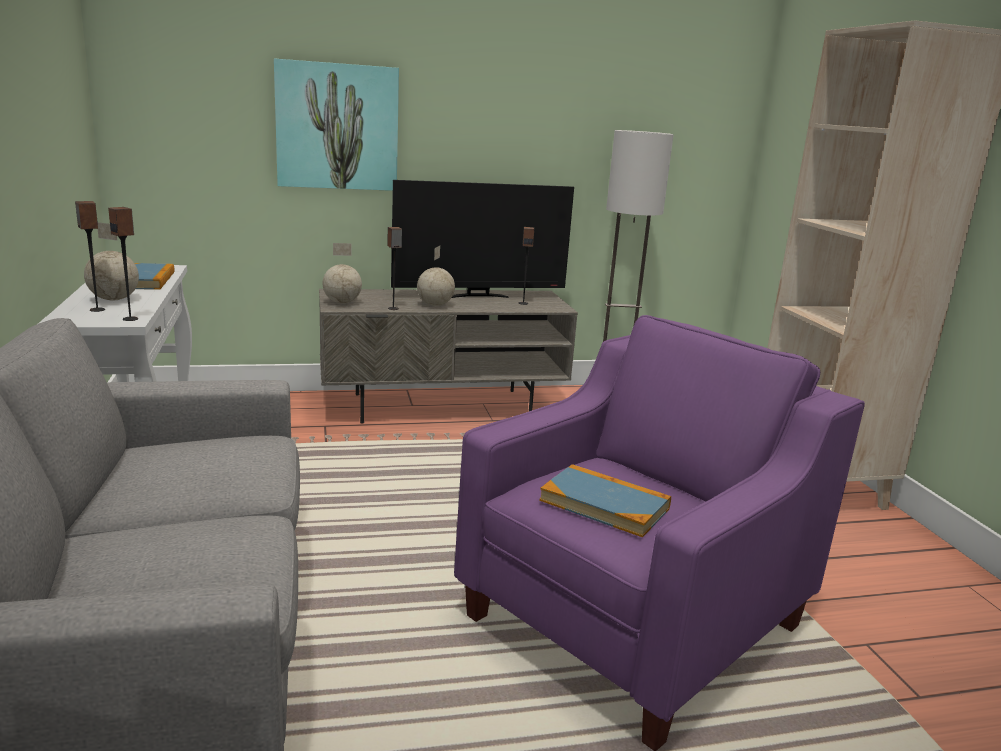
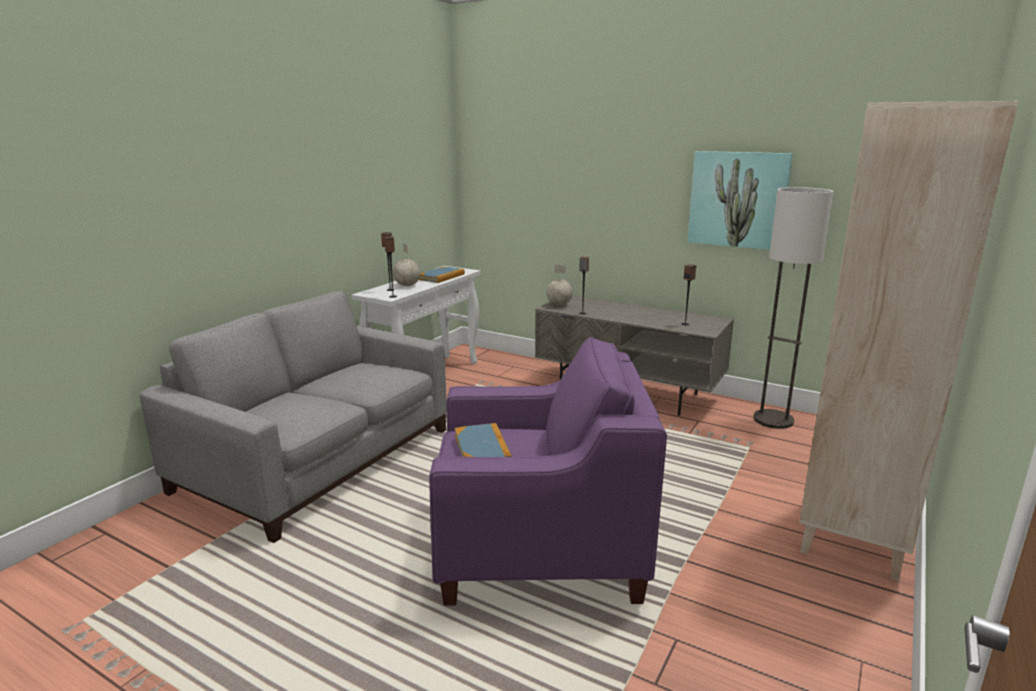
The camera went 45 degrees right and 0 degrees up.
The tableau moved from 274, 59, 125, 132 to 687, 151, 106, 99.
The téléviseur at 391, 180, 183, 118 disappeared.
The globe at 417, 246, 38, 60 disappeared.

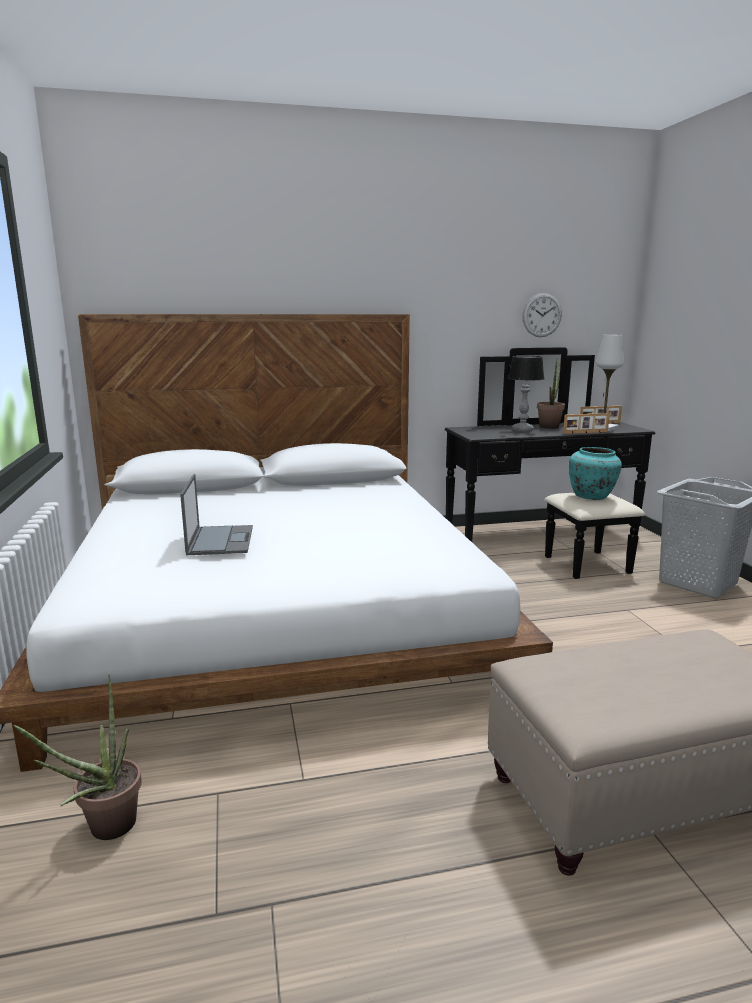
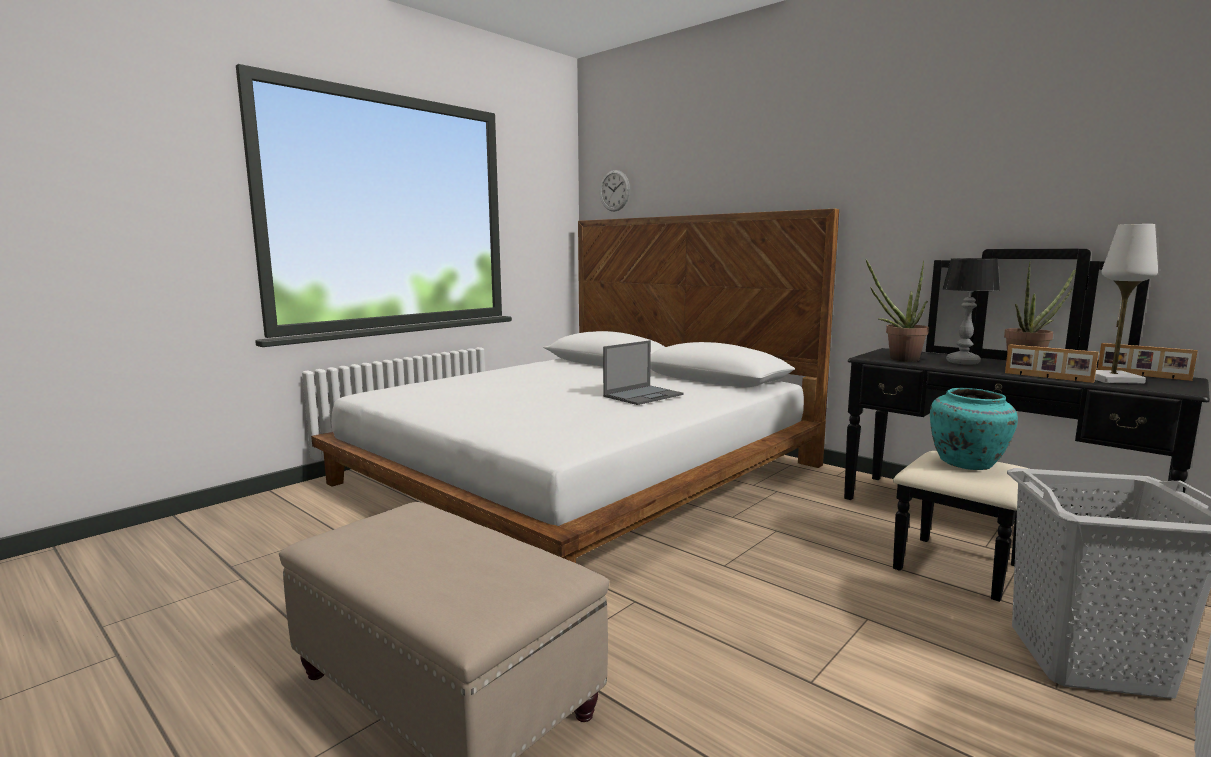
The camera went 55 degrees right and 5 degrees down.
The plante en pot moved from 13, 675, 129, 165 to 866, 259, 63, 103.
The ordinateur portable moved from 180, 474, 73, 81 to 603, 340, 80, 65.
The horloge murale moved from 522, 293, 40, 44 to 600, 170, 30, 42.

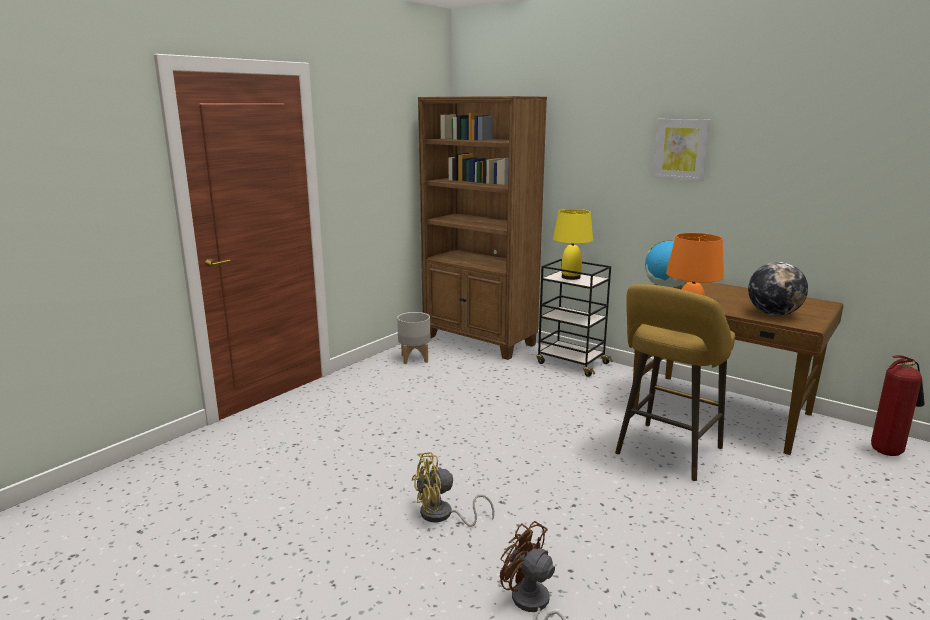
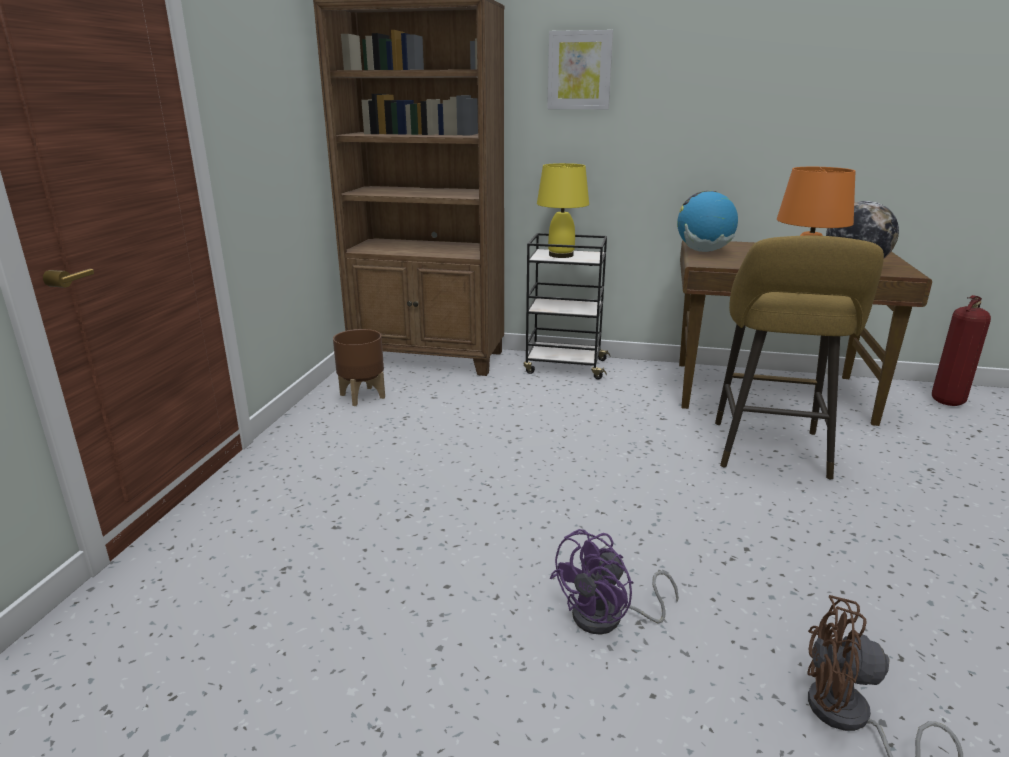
The camera went 25 degrees left and 5 degrees up.
The cache-pot/gris at 397, 312, 33, 52 became the cache-pot/marron at 333, 329, 52, 77.
The ventilateur/jaune at 412, 452, 82, 75 became the ventilateur/violet at 550, 529, 129, 106.
The tableau moved from 653, 119, 57, 62 to 547, 30, 66, 79.

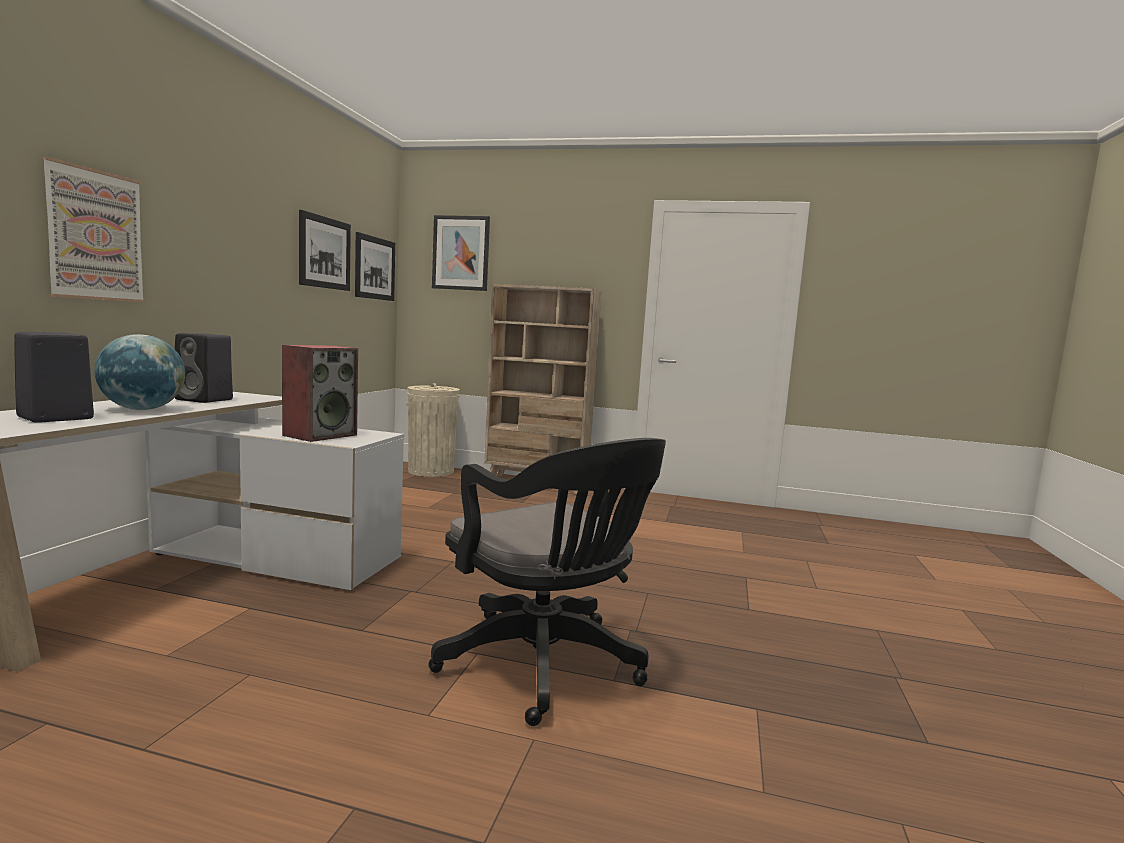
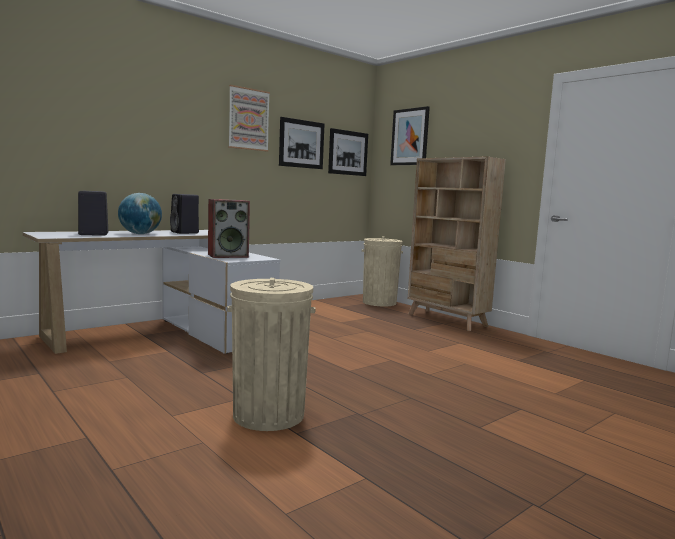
The camera went 35 degrees right and 0 degrees up.
The tableau moved from 42, 156, 103, 146 to 228, 85, 42, 66.
The chaise de bureau/noir at 428, 438, 238, 288 was replaced by the poubelle/beige at 227, 278, 88, 153.

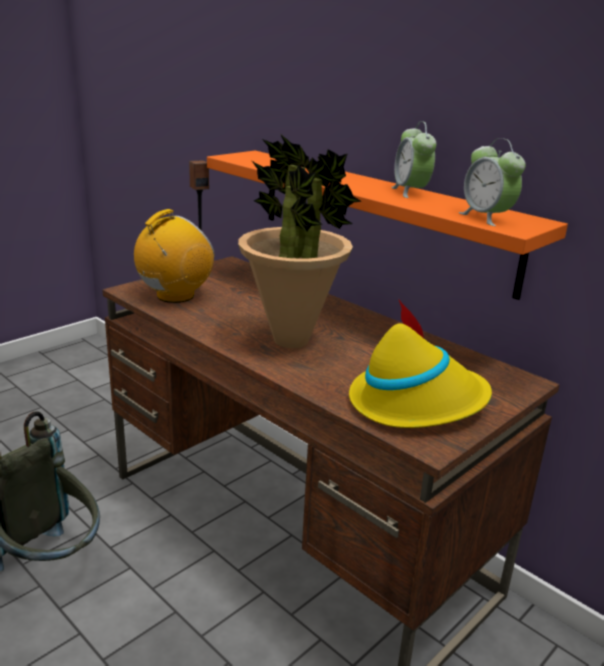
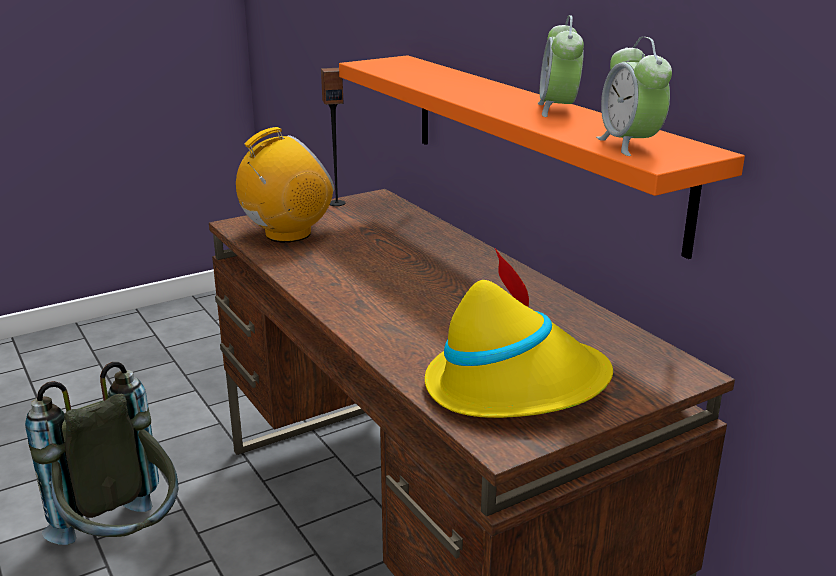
The camera went 15 degrees right and 0 degrees up.
The plante en pot at 238, 135, 124, 213 disappeared.

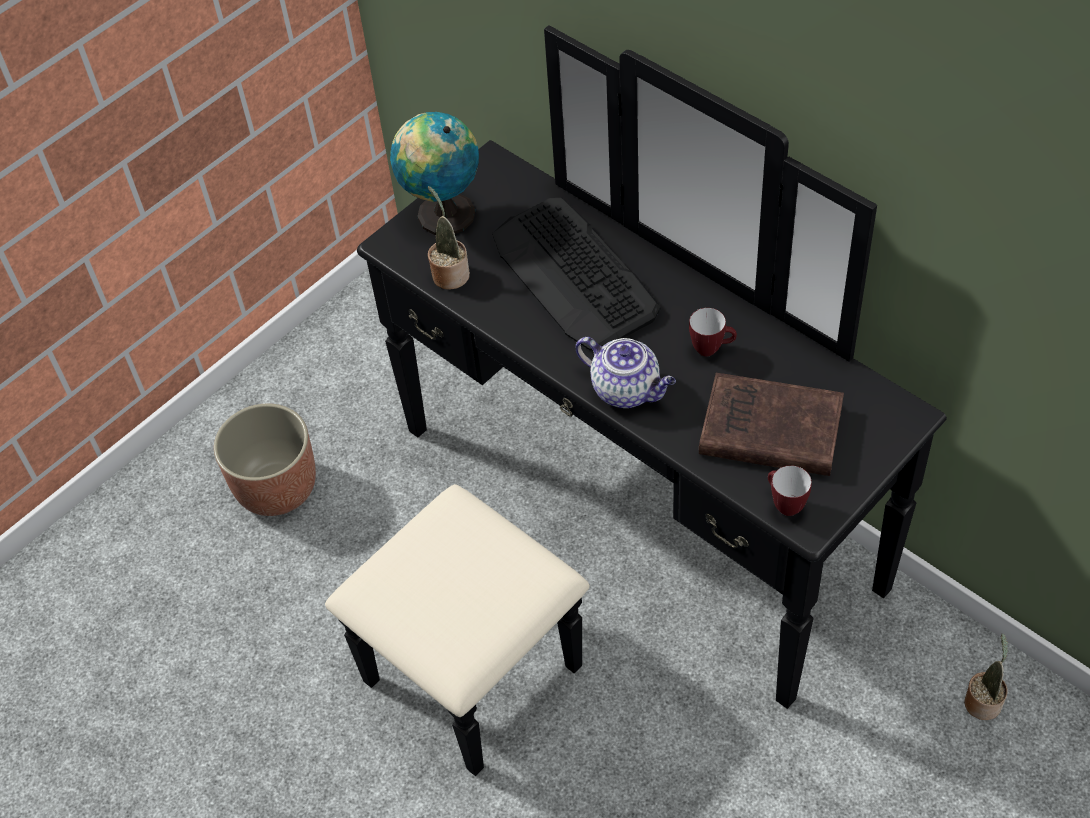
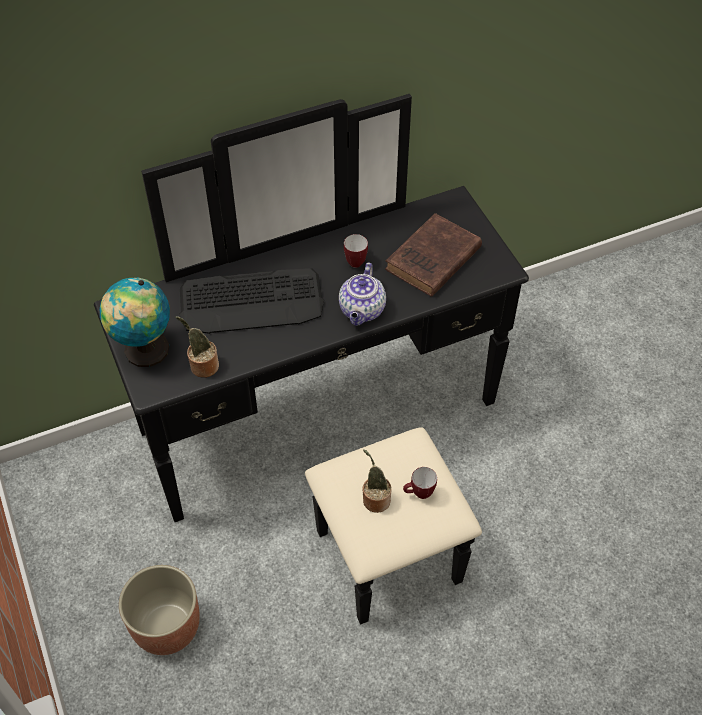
The camera went 70 degrees left and 0 degrees up.
The théière at 576, 337, 100, 71 turned 135 degrees clockwise.
The mug moved from 768, 465, 44, 51 to 403, 467, 34, 32.
The plante en pot moved from 964, 634, 44, 86 to 362, 449, 30, 64.

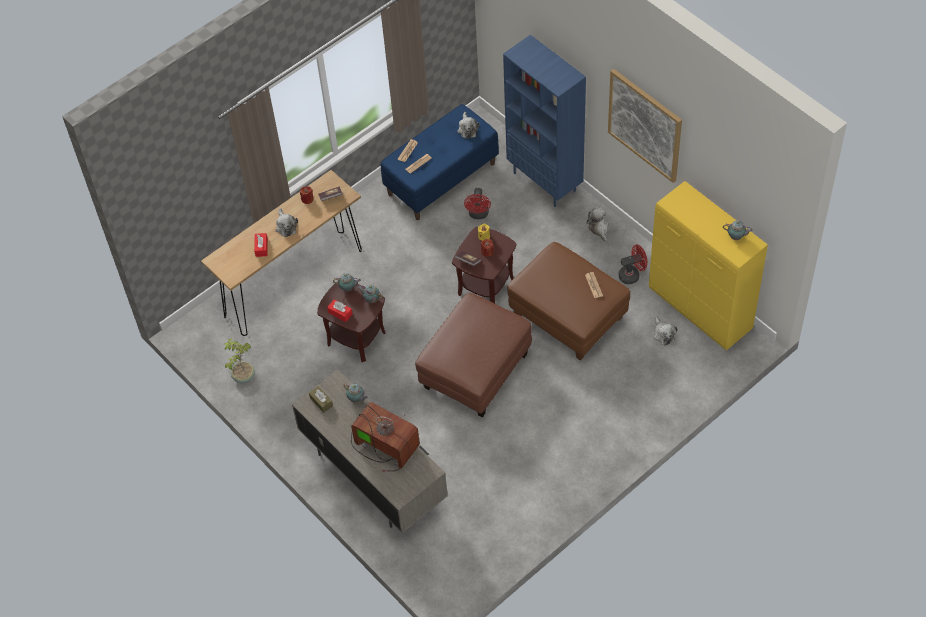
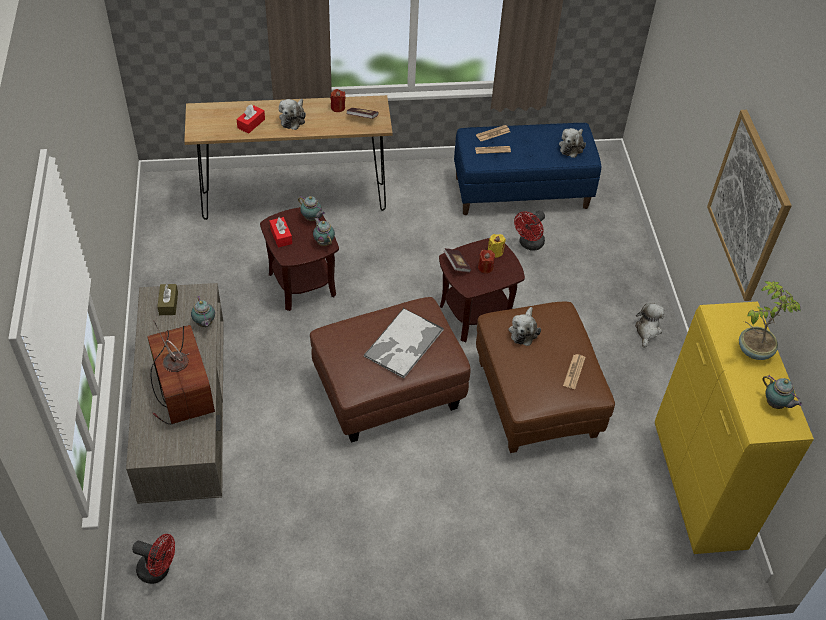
The camera went 30 degrees right and 5 degrees down.
The plante en pot moved from 224, 338, 31, 45 to 739, 281, 61, 79.
The bibliothèque/bleu at 503, 35, 83, 172 disappeared.
The ventilateur/rouge moved from 618, 245, 29, 39 to 132, 534, 43, 50.
The peluche moved from 654, 316, 23, 29 to 509, 307, 32, 39.
The plateau at 363, 308, 81, 71 appeared.

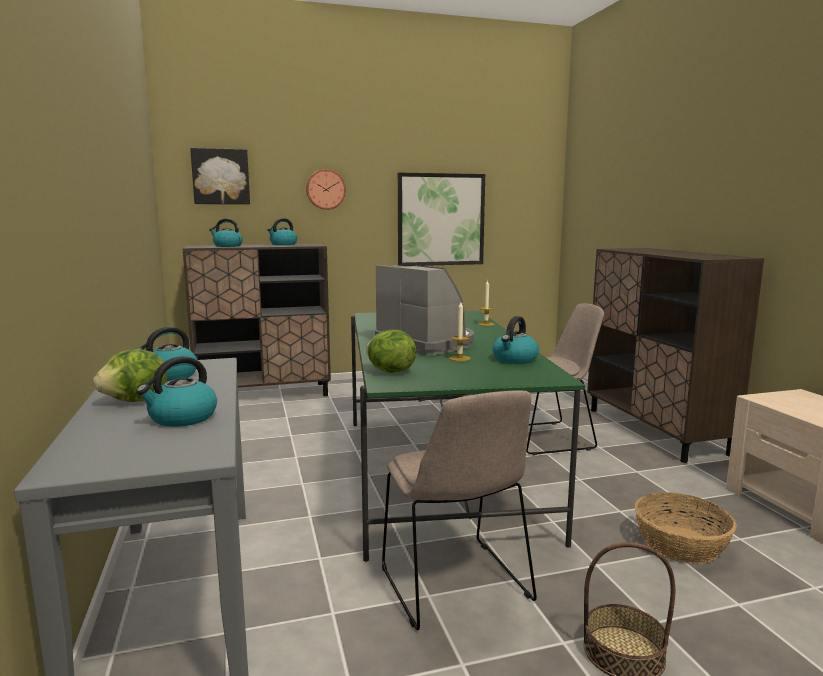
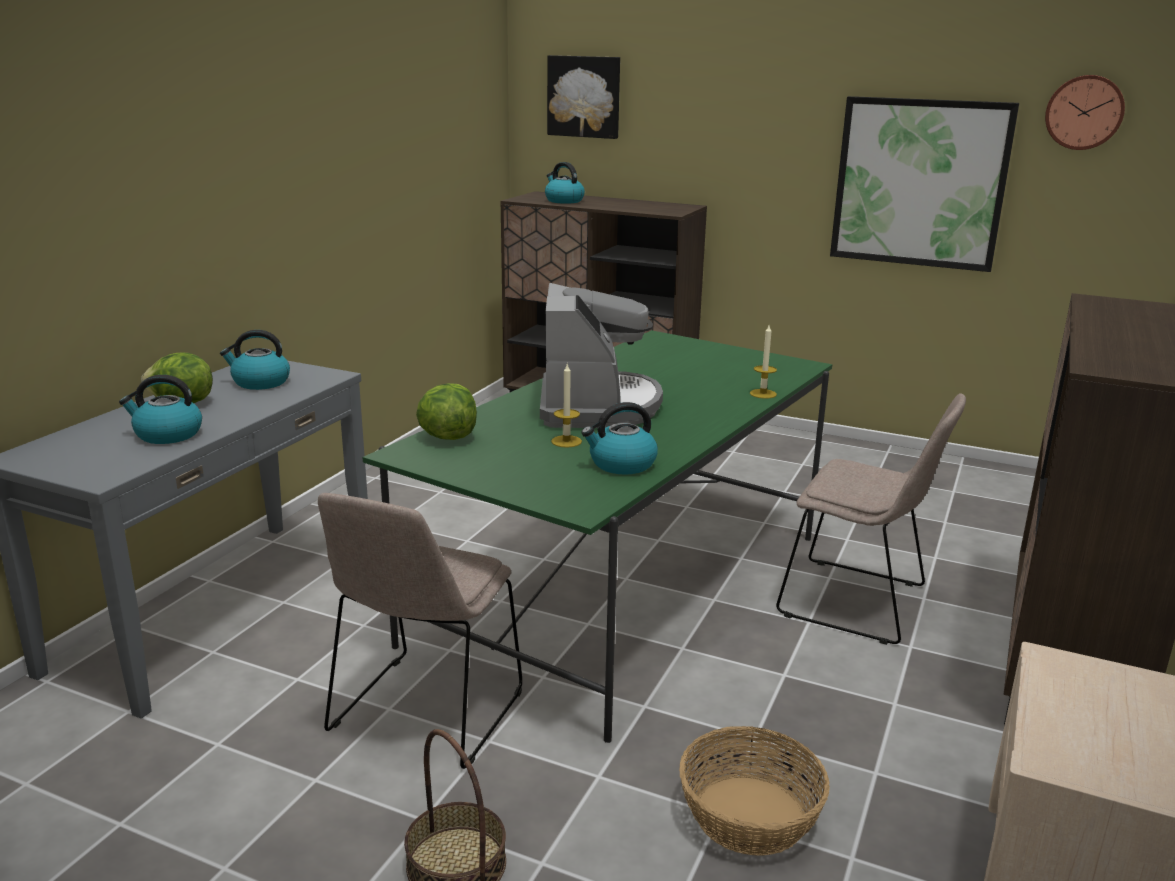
The camera went 40 degrees right and 10 degrees up.
The bouilloire at 267, 218, 31, 27 disappeared.
The horloge murale moved from 306, 169, 40, 41 to 1045, 75, 80, 75.

